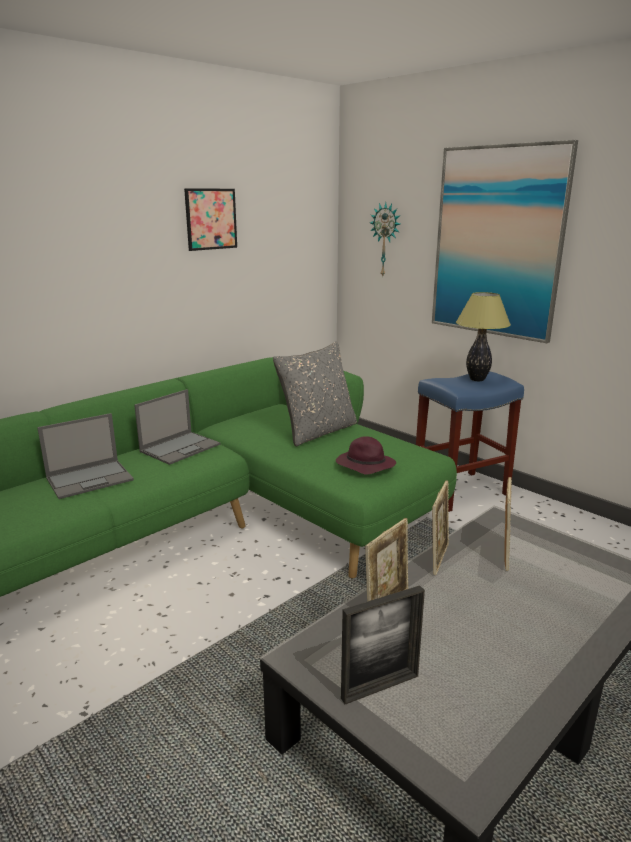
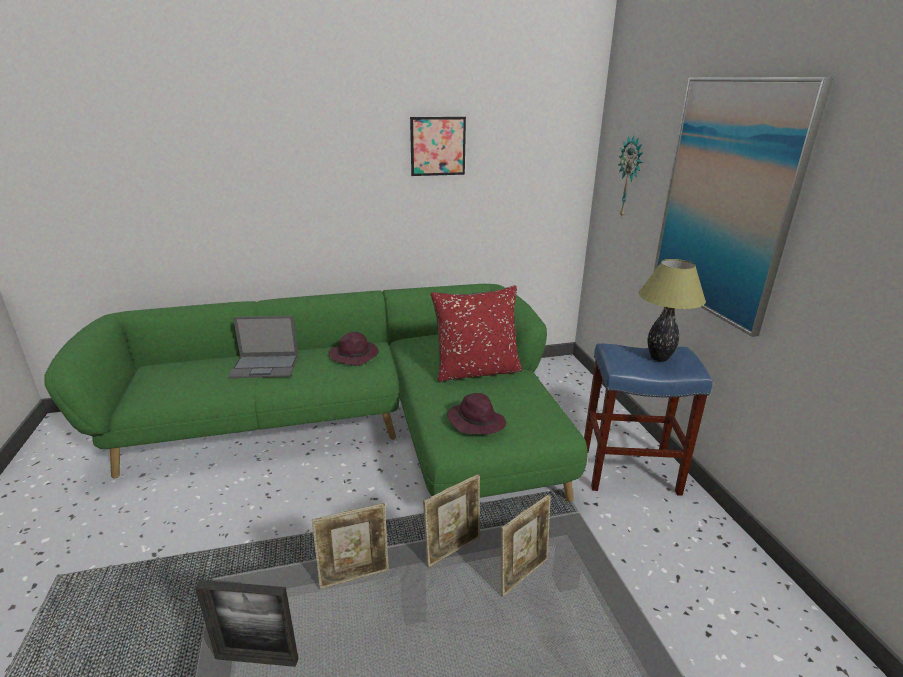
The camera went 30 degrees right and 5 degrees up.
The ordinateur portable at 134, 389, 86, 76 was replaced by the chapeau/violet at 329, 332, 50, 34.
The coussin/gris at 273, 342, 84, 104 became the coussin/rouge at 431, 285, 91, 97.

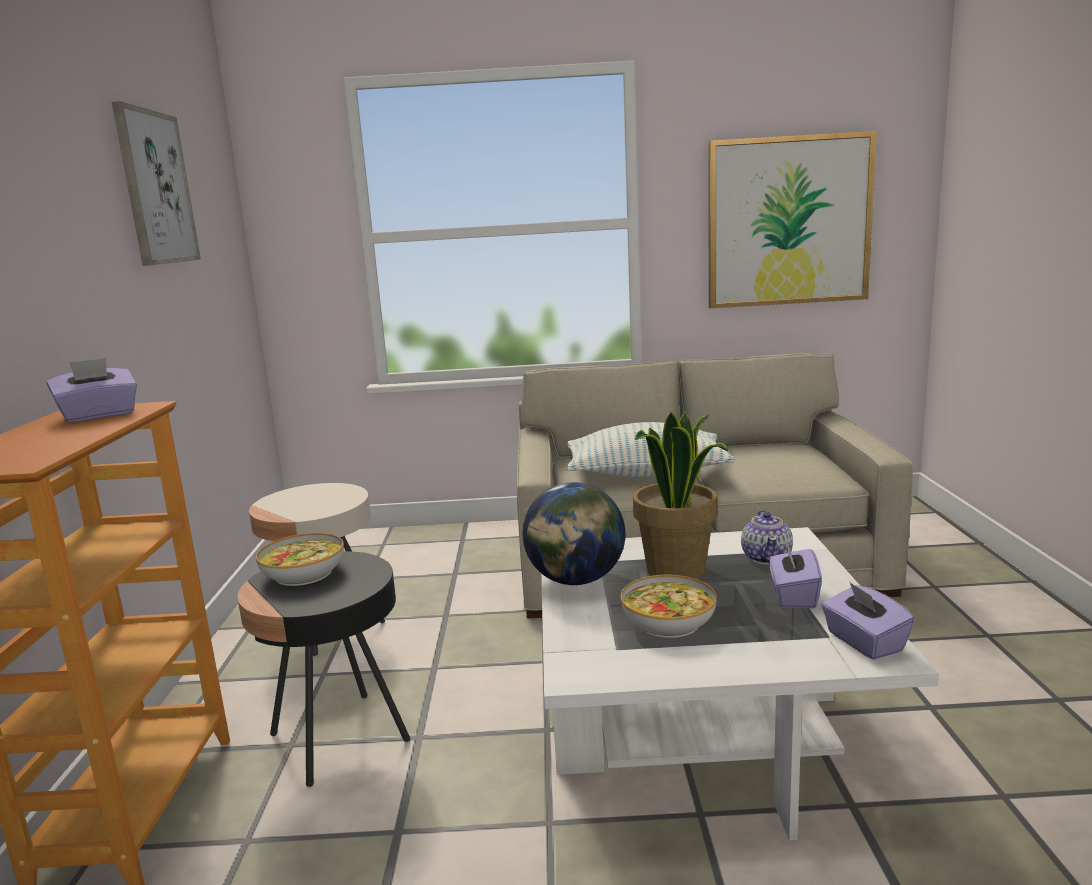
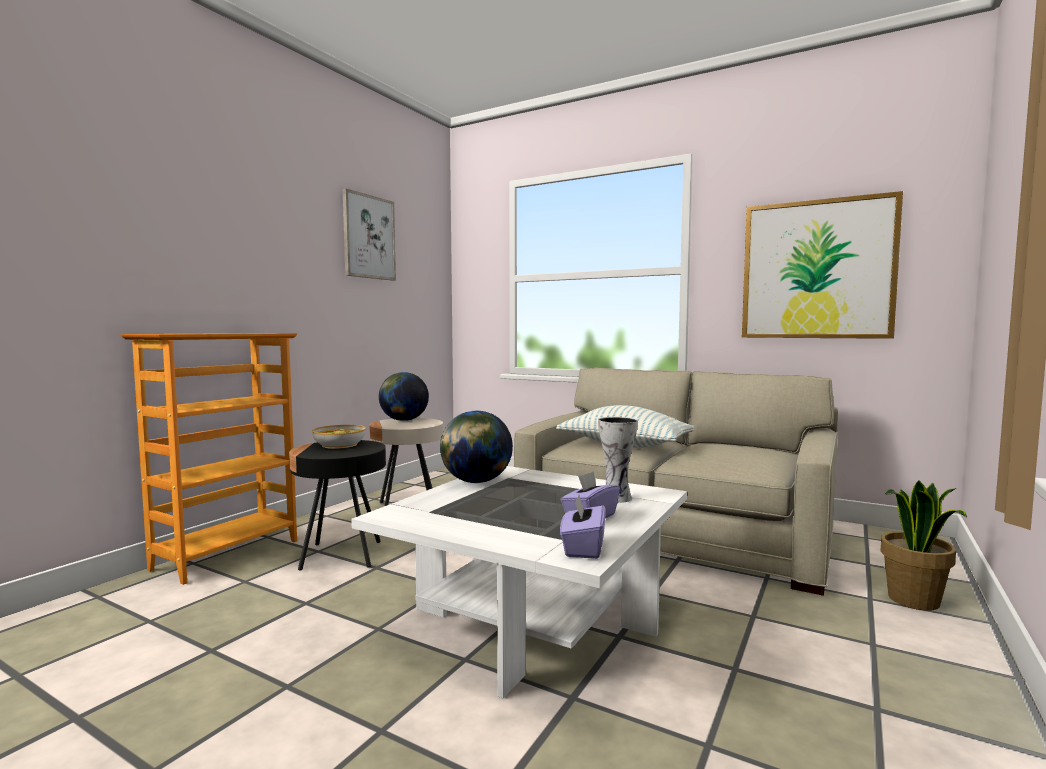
The camera went 30 degrees right and 10 degrees down.
The boîte à mouchoirs/violet at 46, 358, 91, 65 disappeared.
The bol at 621, 575, 96, 63 disappeared.
The plante en pot moved from 633, 411, 95, 168 to 880, 481, 87, 130.
The théière at 741, 510, 52, 55 was replaced by the vase at 598, 417, 40, 86.
The globe at 379, 372, 50, 49 appeared.

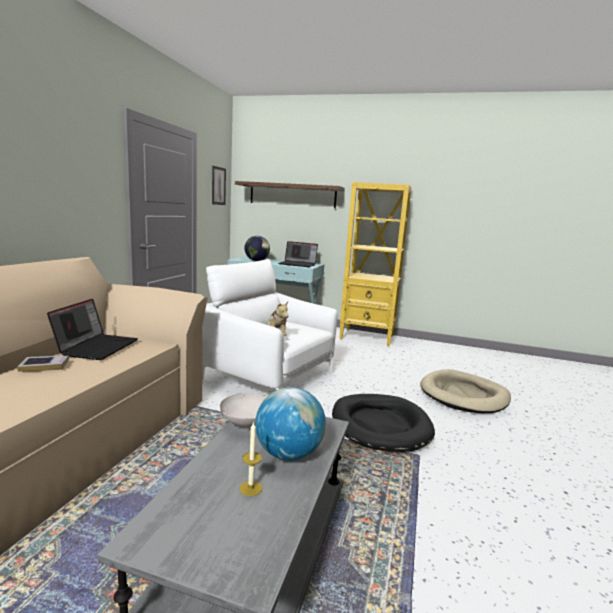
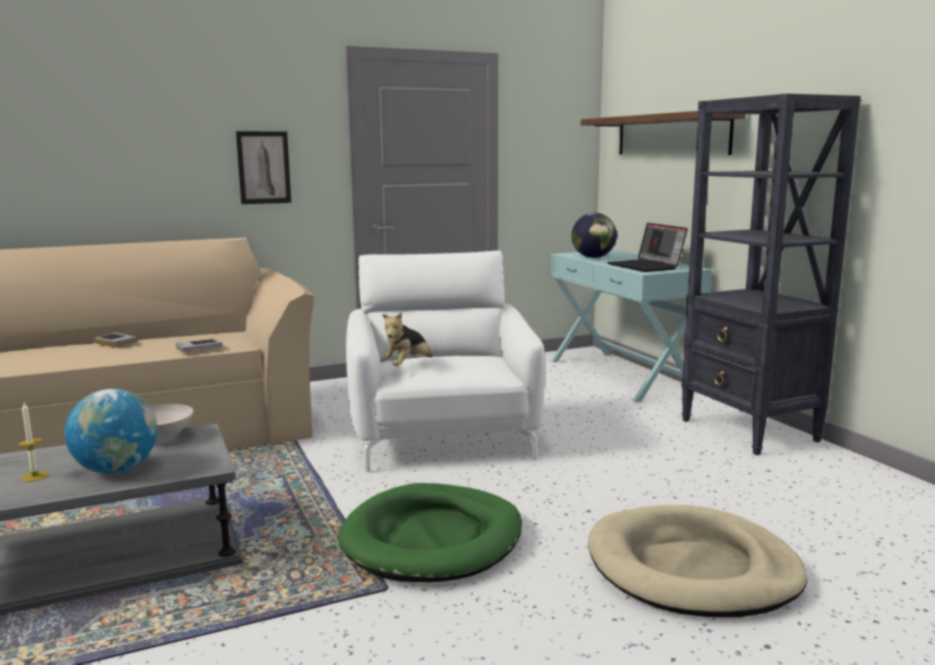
The camera went 50 degrees right and 0 degrees up.
The ordinateur portable at 47, 299, 91, 61 disappeared.
The tableau moved from 212, 166, 14, 39 to 236, 131, 55, 73.
The panier pour chien/noir at 332, 394, 103, 58 became the panier pour chien/vert at 338, 483, 184, 99.
The bibliothèque/jaune at 340, 182, 71, 165 became the bibliothèque/noir at 681, 94, 180, 361.
The livre at 175, 339, 47, 13 appeared.

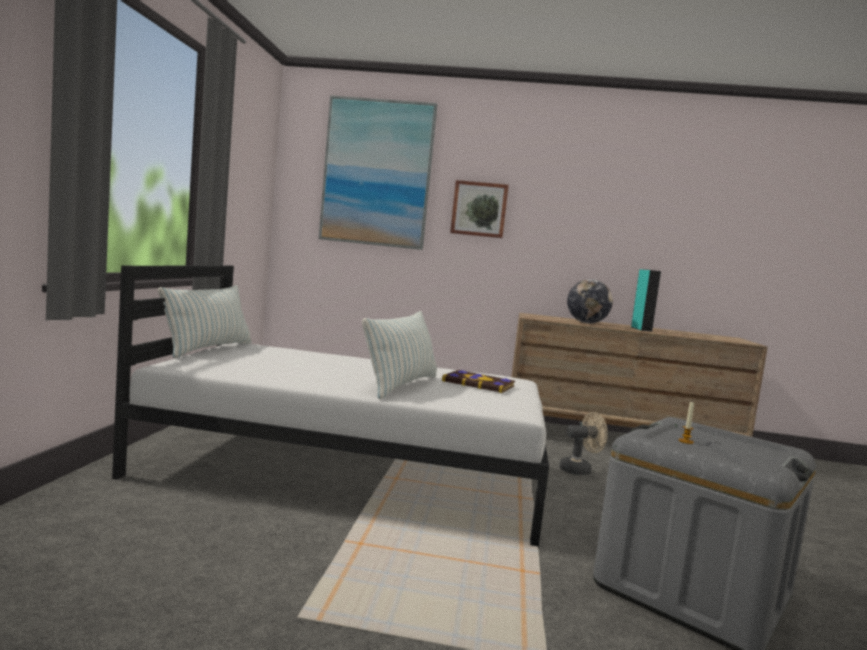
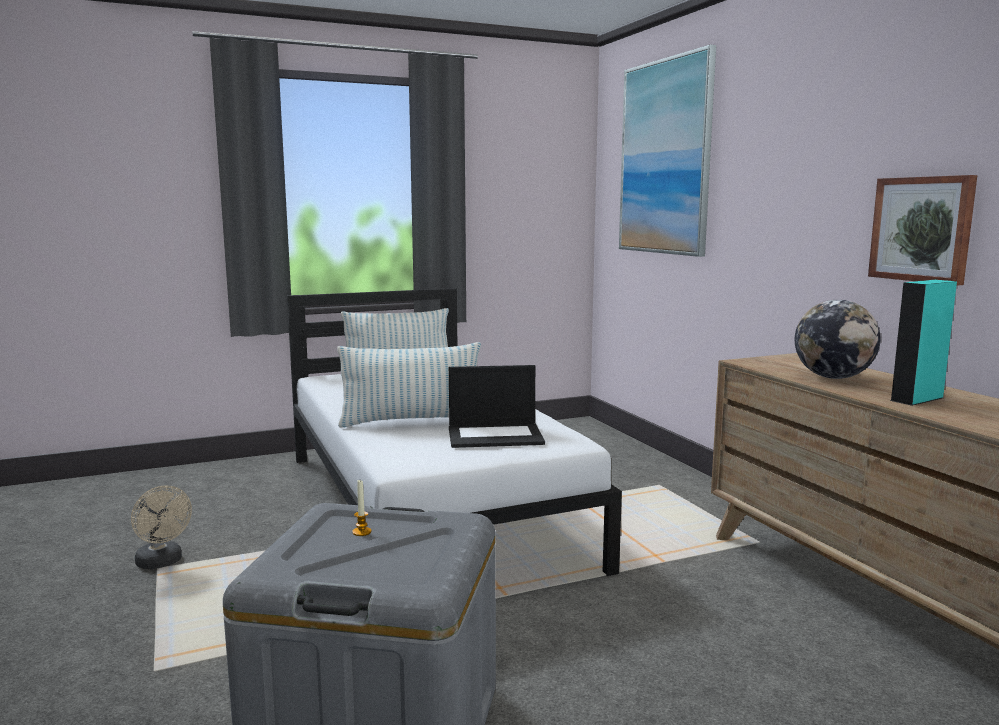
The camera went 60 degrees right and 5 degrees up.
The livre at 442, 370, 73, 23 was replaced by the ordinateur portable at 449, 365, 96, 83.
The tableau moved from 450, 180, 59, 58 to 868, 175, 109, 110.
The ventilateur/beige moved from 559, 412, 49, 63 to 131, 486, 61, 83.

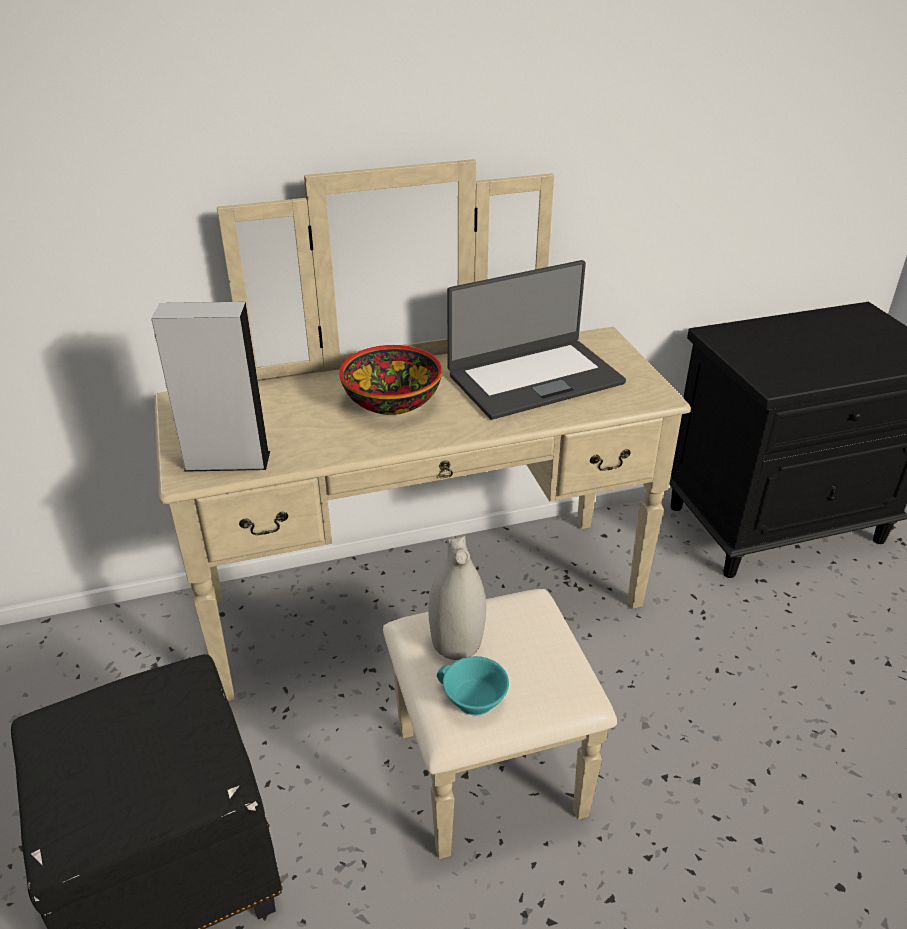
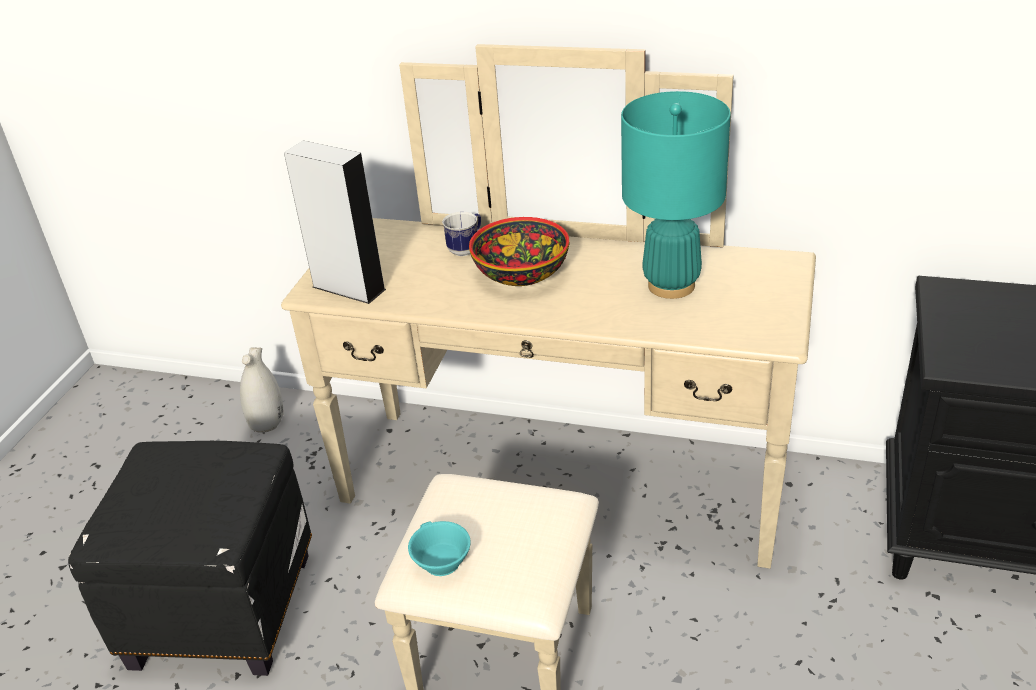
The camera went 35 degrees right and 0 degrees up.
The vase/blanc moved from 428, 535, 58, 125 to 240, 347, 44, 86.
The ordinateur portable at 447, 260, 179, 159 was replaced by the lampe de table/turquoise at 621, 91, 110, 208.
The mug at 442, 212, 39, 44 appeared.

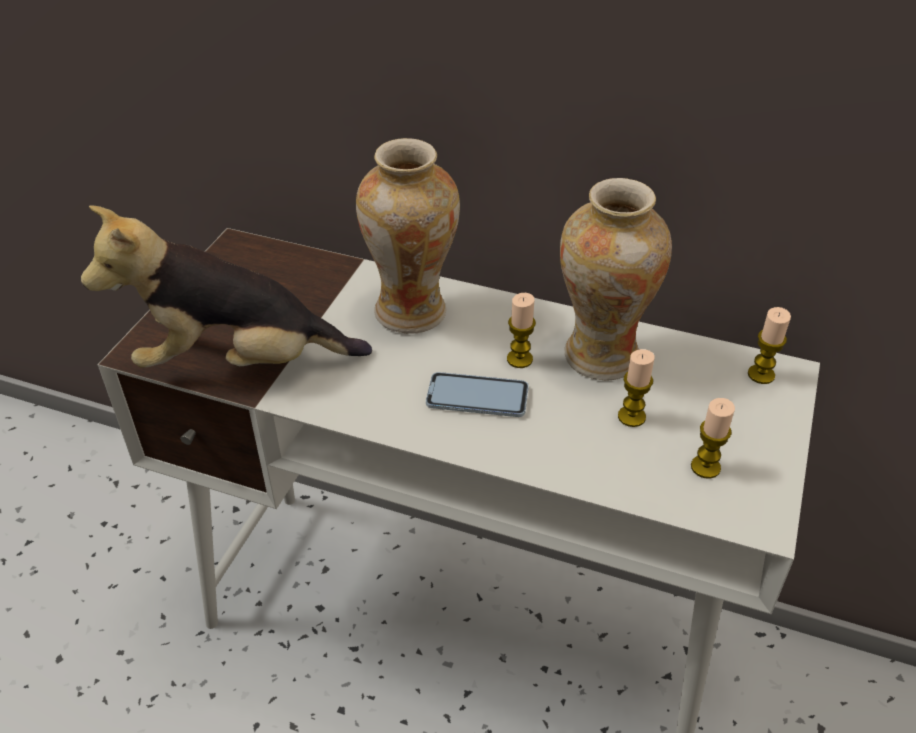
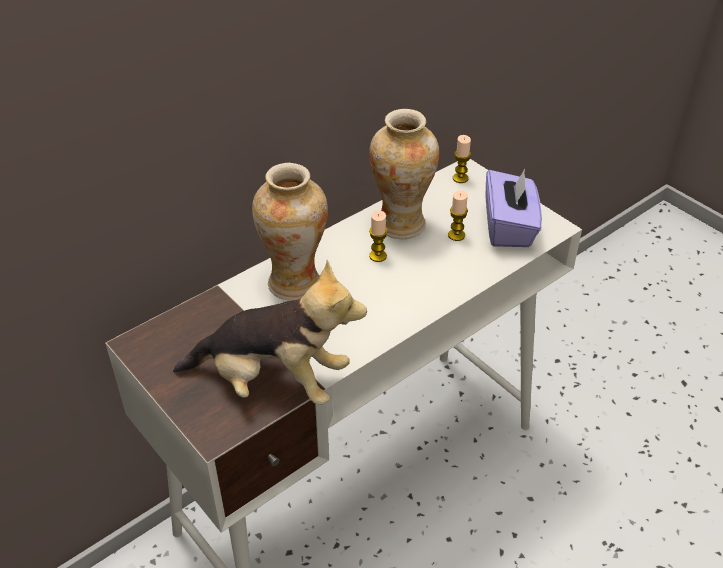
The camera went 60 degrees left and 0 degrees up.
The peluche at 81, 205, 291, 163 turned 105 degrees counterclockwise.
The téléphone at 426, 372, 103, 45 disappeared.
The bougie at 691, 398, 44, 81 was replaced by the boîte à mouchoirs/violet at 485, 169, 57, 78.

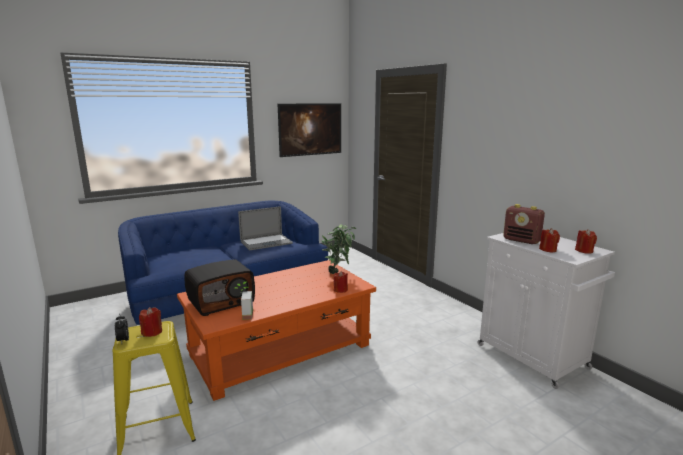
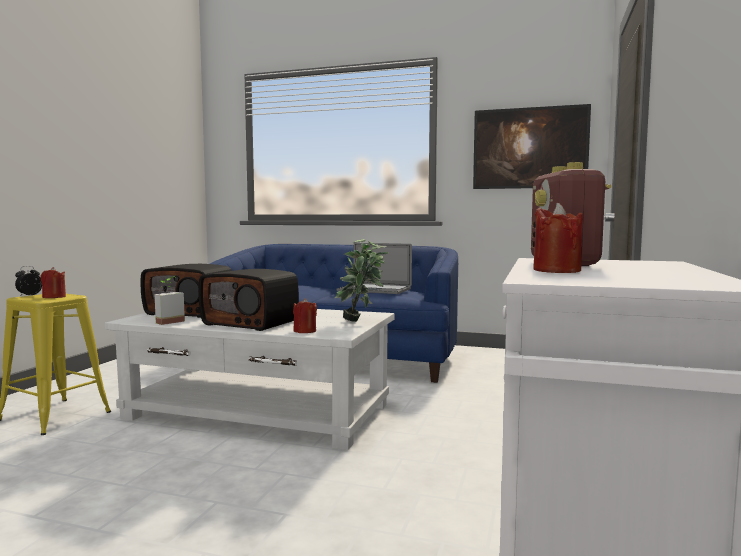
The camera went 50 degrees right and 10 degrees down.
The table basse/orange at 177, 260, 199, 141 became the table basse/blanc at 105, 309, 289, 141.
The bougie/rouge at 575, 229, 22, 25 disappeared.
The radio at 198, 269, 101, 62 appeared.

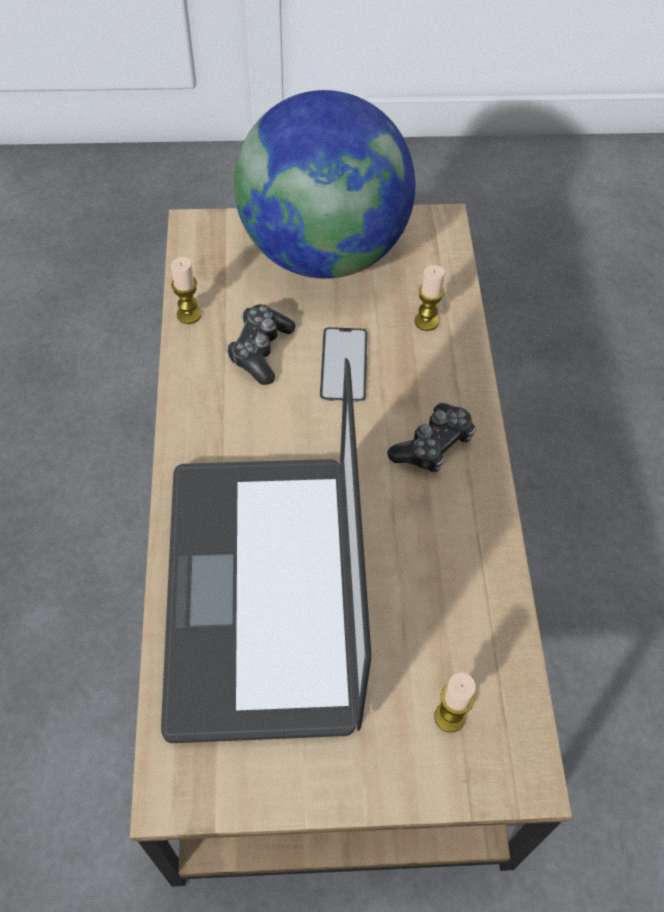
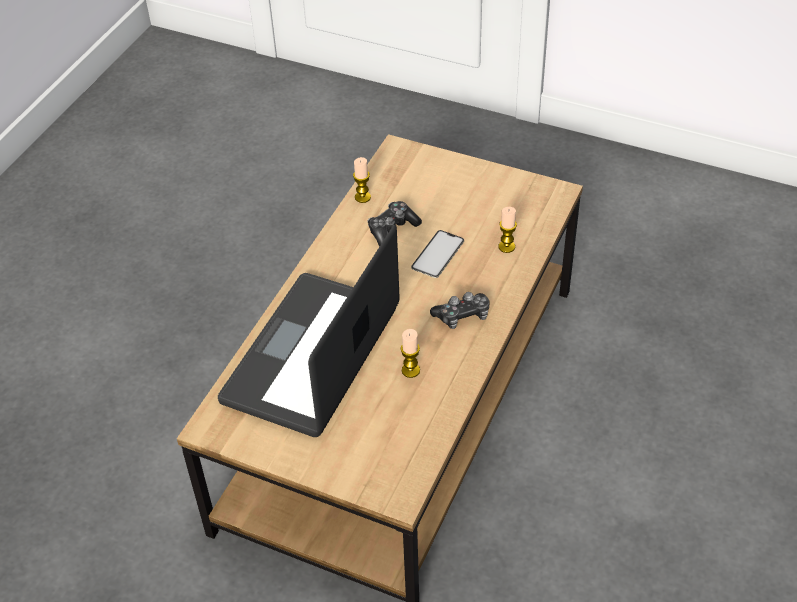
The camera went 30 degrees right and 10 degrees down.
The globe at 234, 90, 182, 189 disappeared.
The bougie moved from 434, 672, 42, 61 to 401, 329, 19, 49.

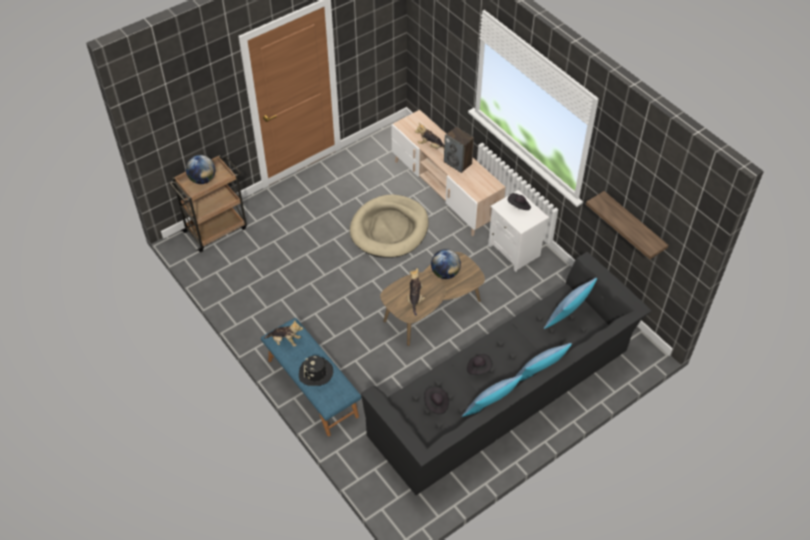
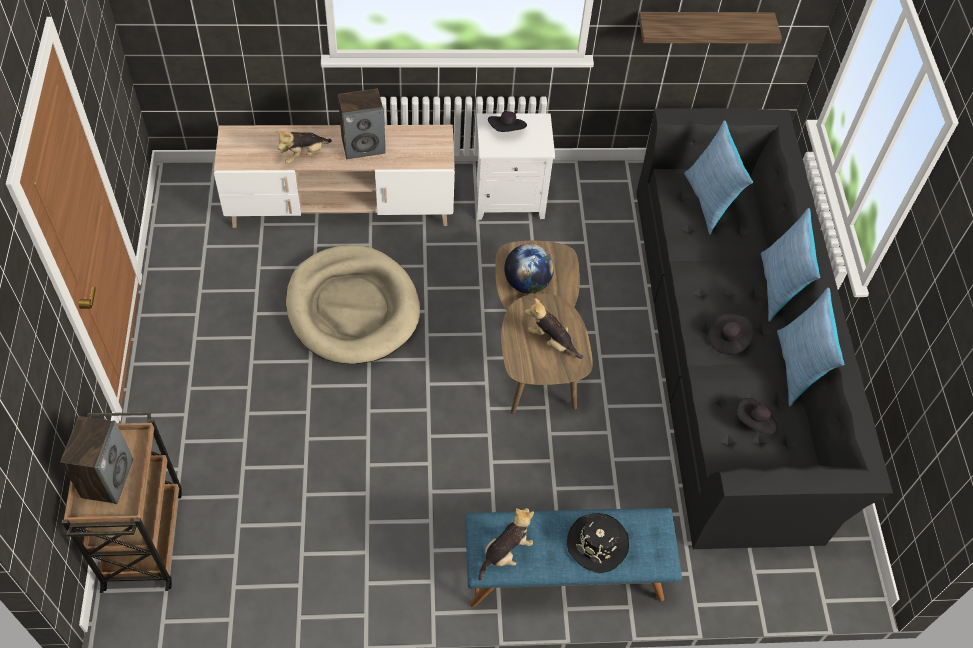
The camera went 60 degrees left and 5 degrees up.
The globe at 186, 155, 29, 29 was replaced by the enceinte at 60, 416, 73, 88.

